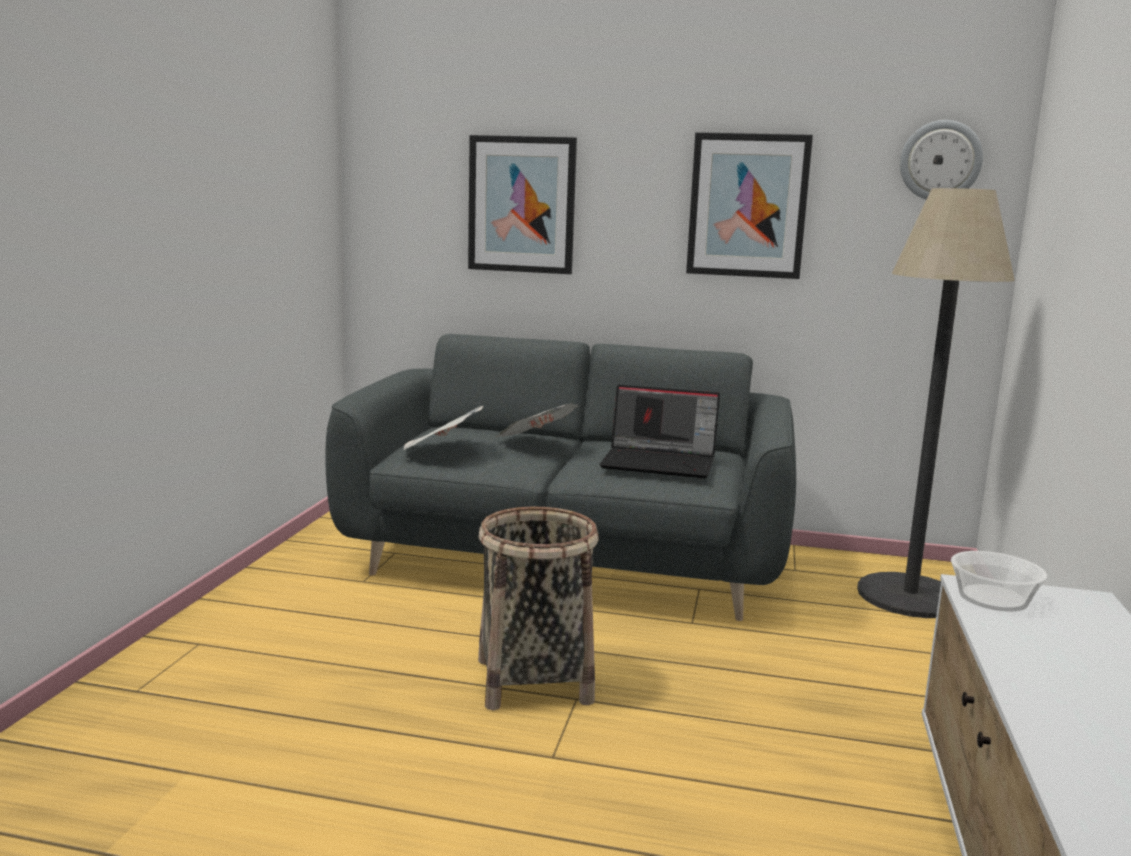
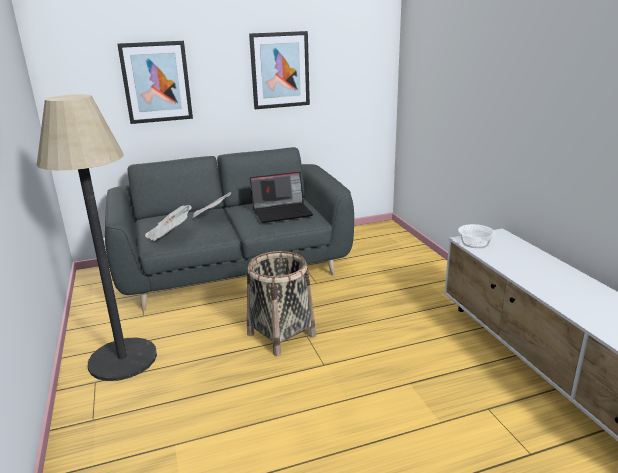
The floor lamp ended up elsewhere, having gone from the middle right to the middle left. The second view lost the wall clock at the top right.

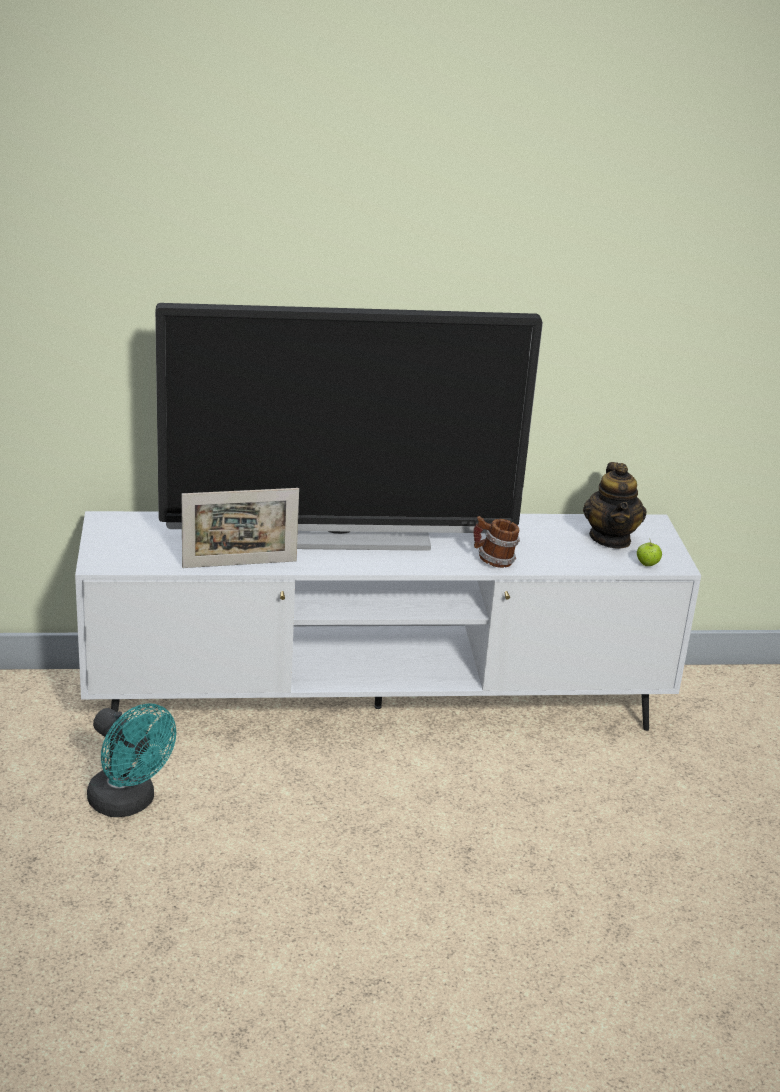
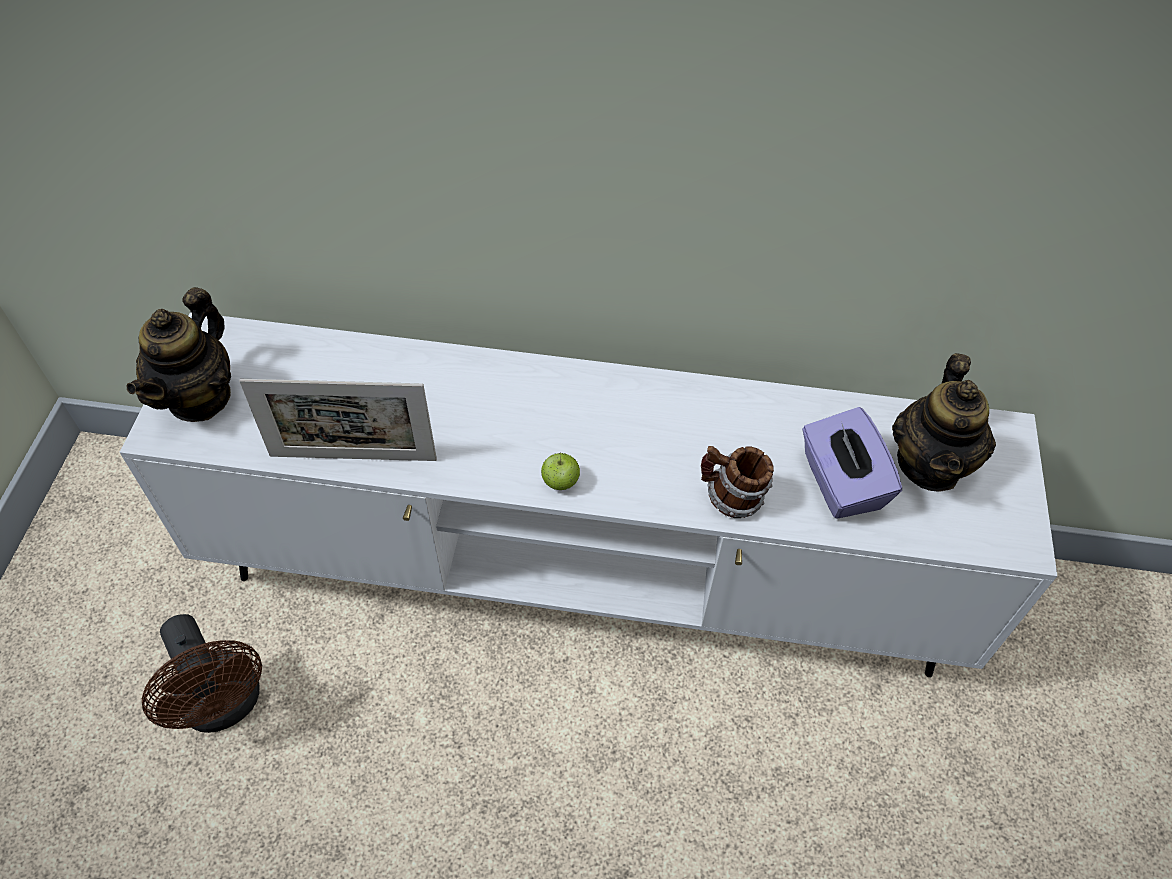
The second view gained the teapot (no. 1 from left) at the middle left. What was the turquoise fan at the bottom left turned into the brown fan at the bottom left. The apple ended up elsewhere, having gone from the middle right to the centre. The second view gained the purple tissue box at the middle right. The second view lost the television at the centre.

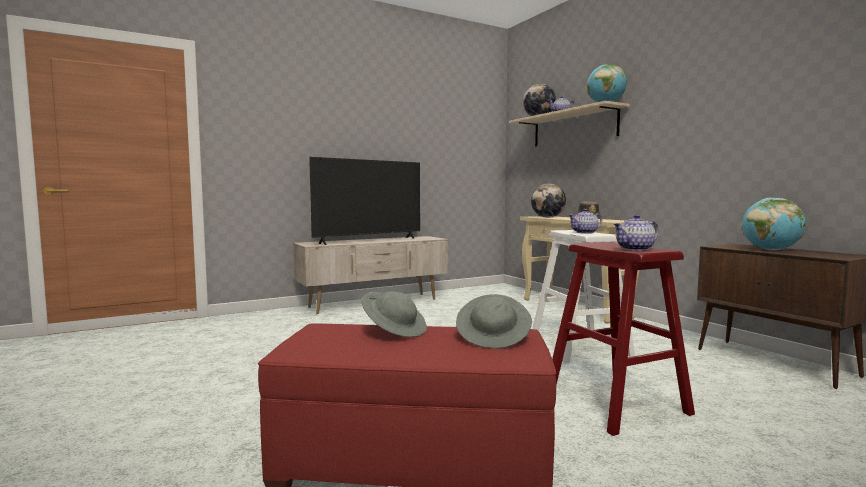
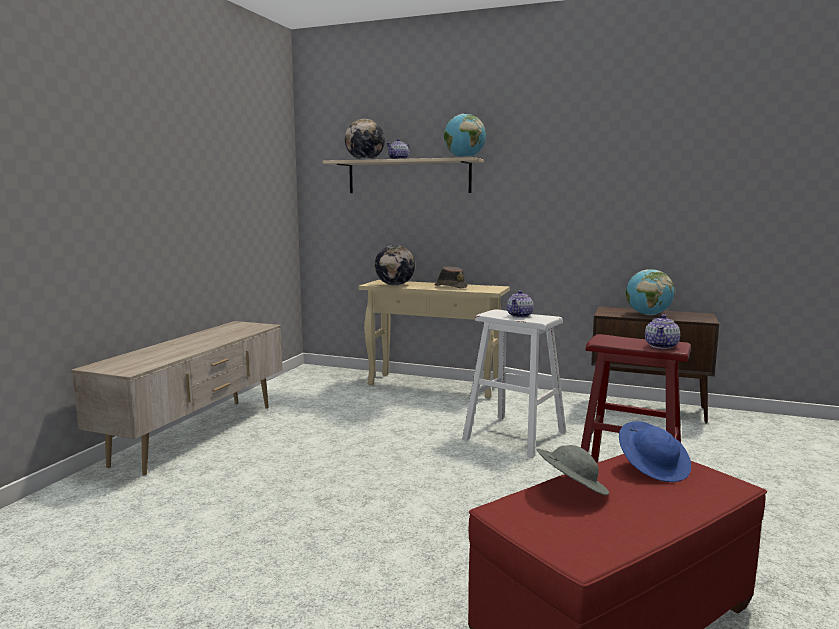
What was the grey hat (no. 2 from left) at the centre turned into the blue hat at the bottom right. The second view lost the television at the centre.

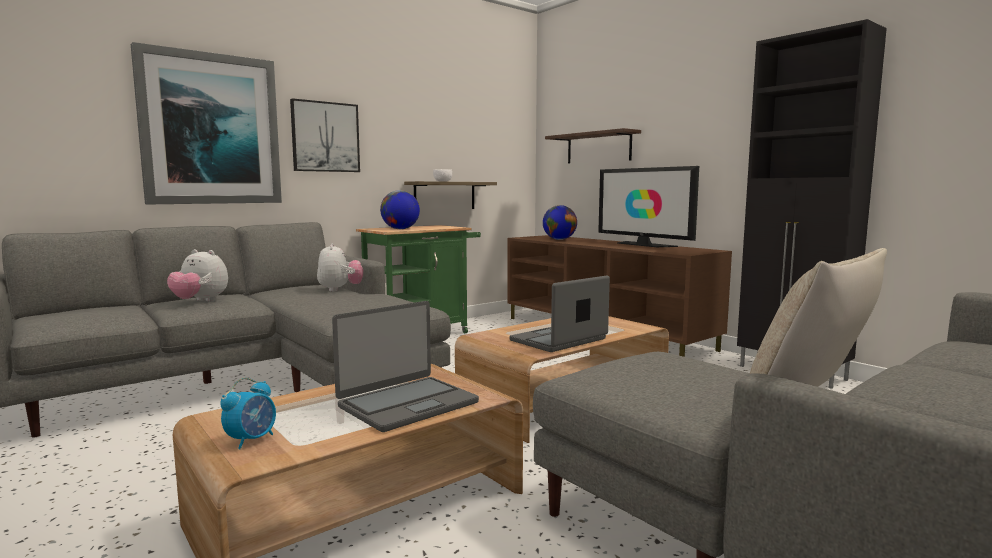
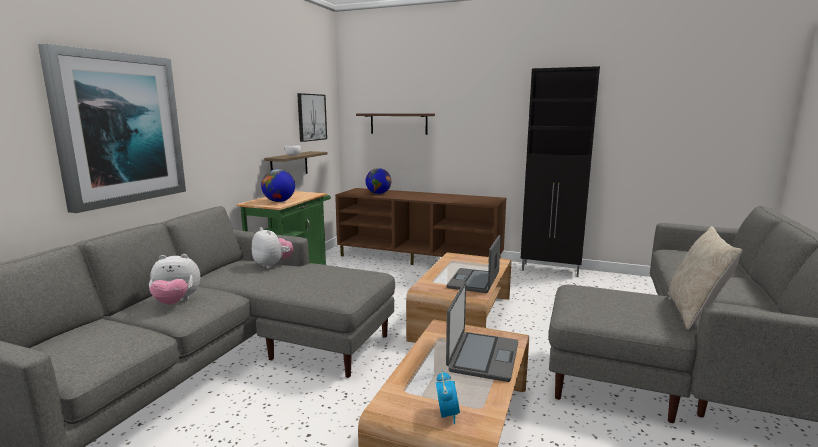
The picture (no. 2 from left) ended up elsewhere, having gone from the top left to the top centre. The second view lost the television at the centre.

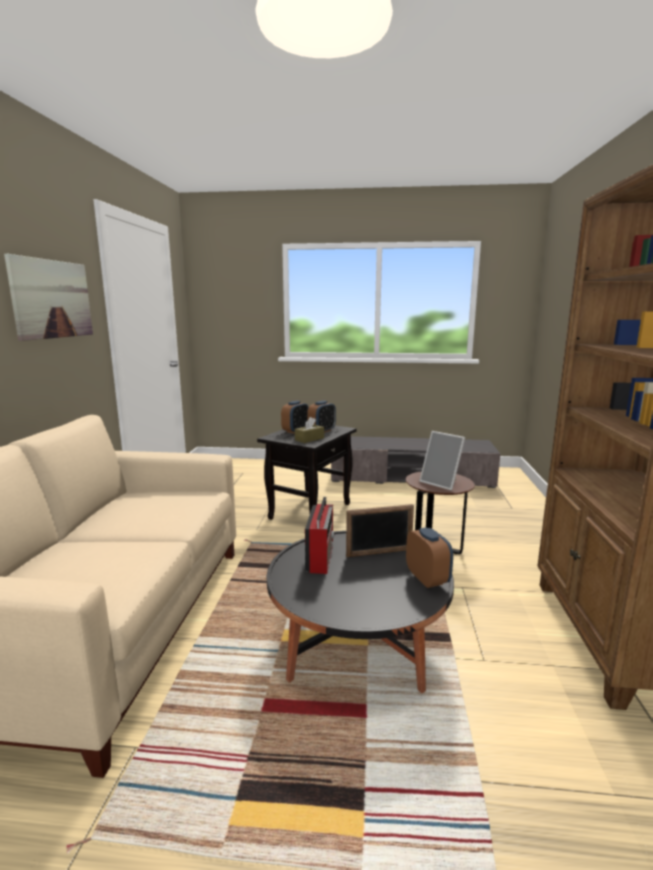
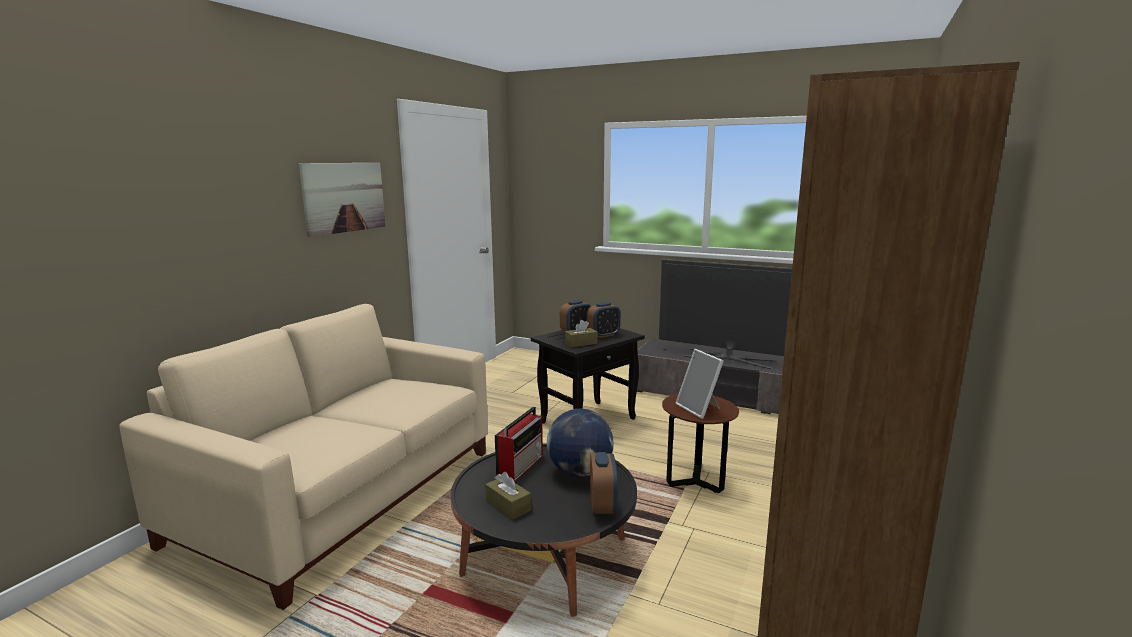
The second view gained the brown tissue box (no. 1 from left) at the bottom centre. Where the picture frame (no. 1 from left) stood at the centre, the globe came to stand at the bottom centre. The second view gained the television at the centre.

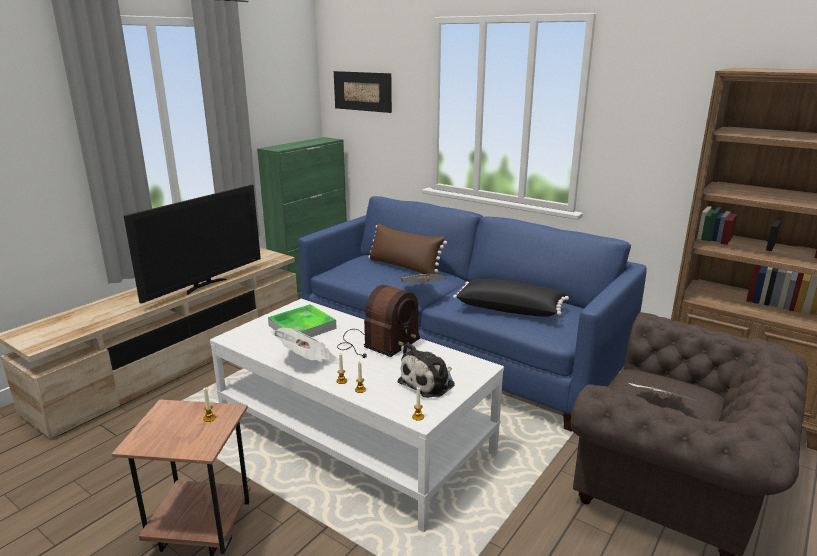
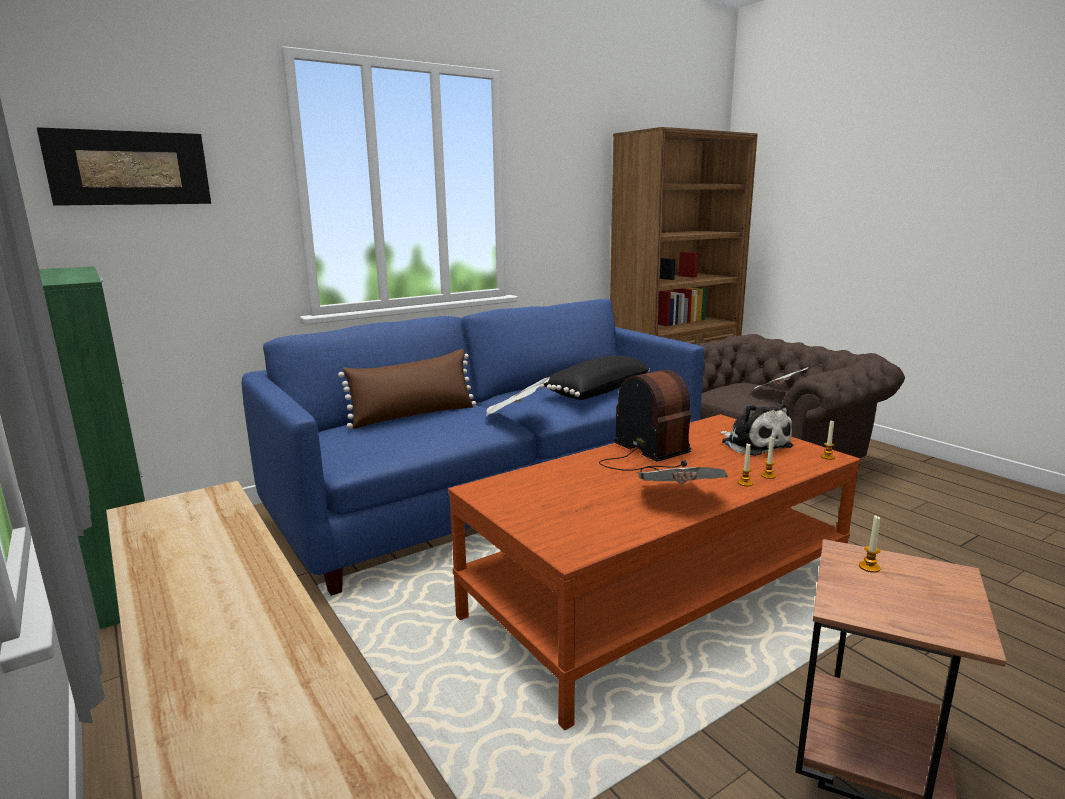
What was the white coffee table at the bottom centre turned into the brown coffee table at the bottom centre. The second view lost the television at the middle left. The second view lost the tray at the centre.

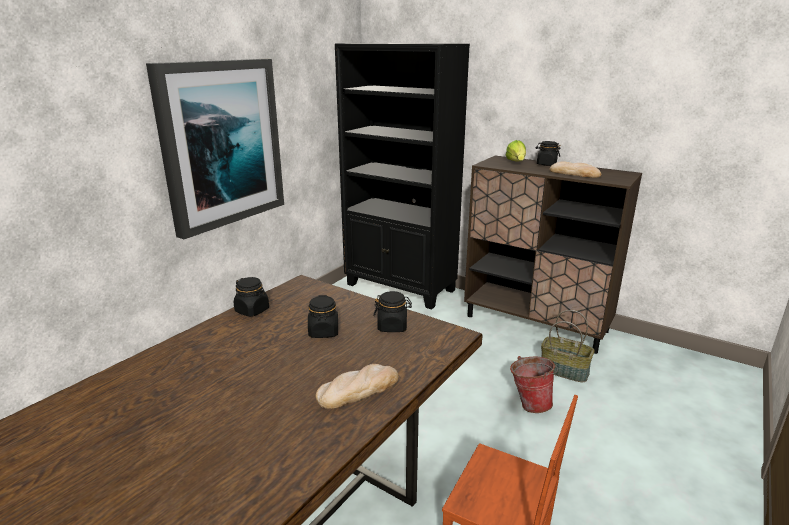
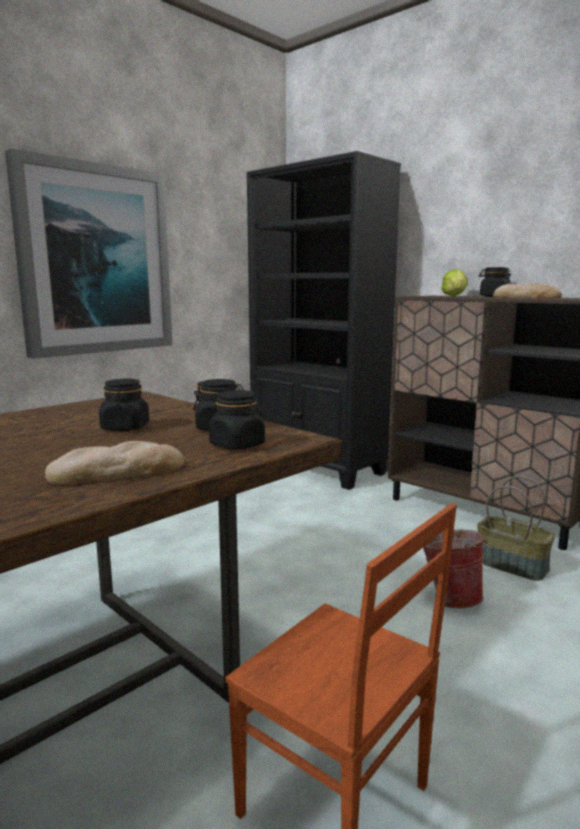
The black jar (no. 1 from left in the first image) ended up elsewhere, having gone from the middle left to the centre.

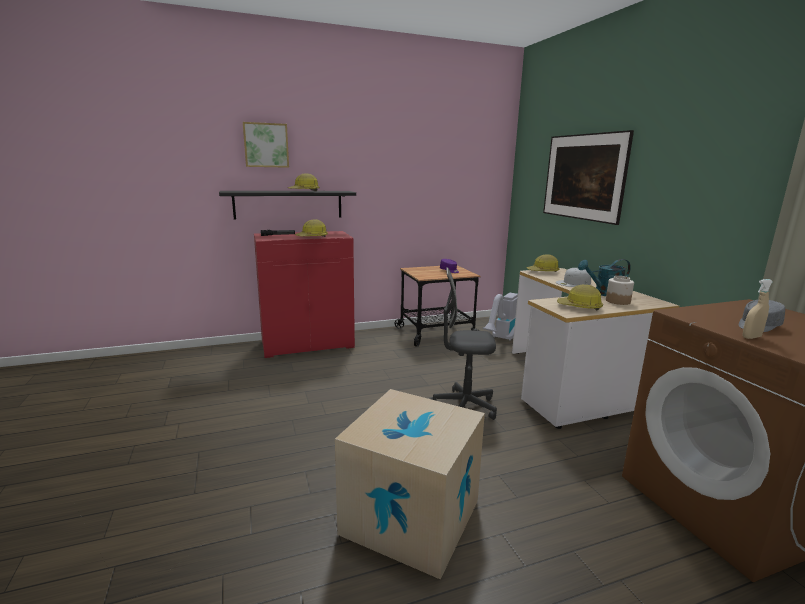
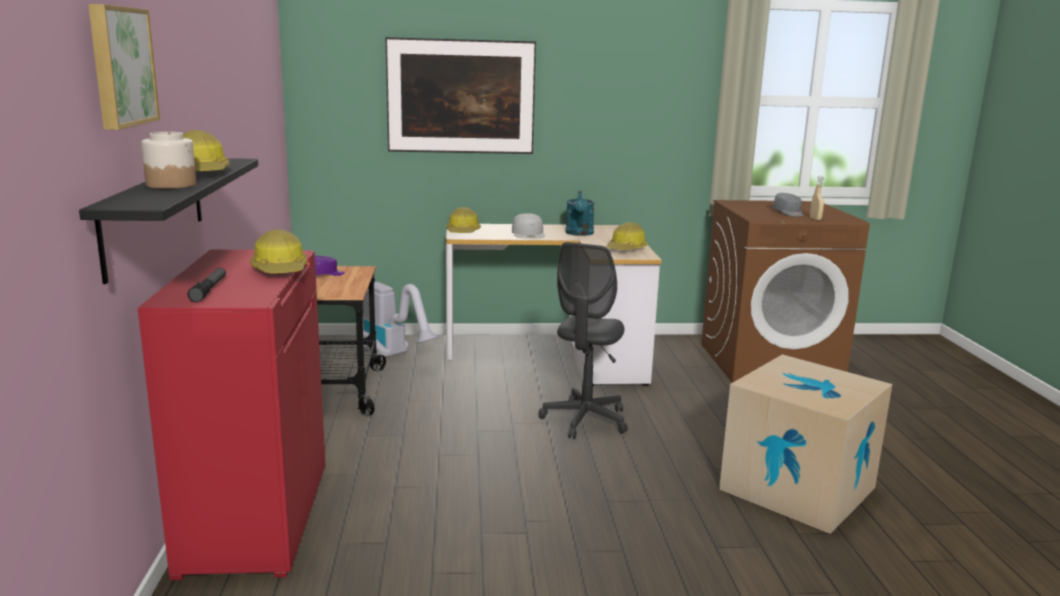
The jar ended up elsewhere, having gone from the middle right to the top left.

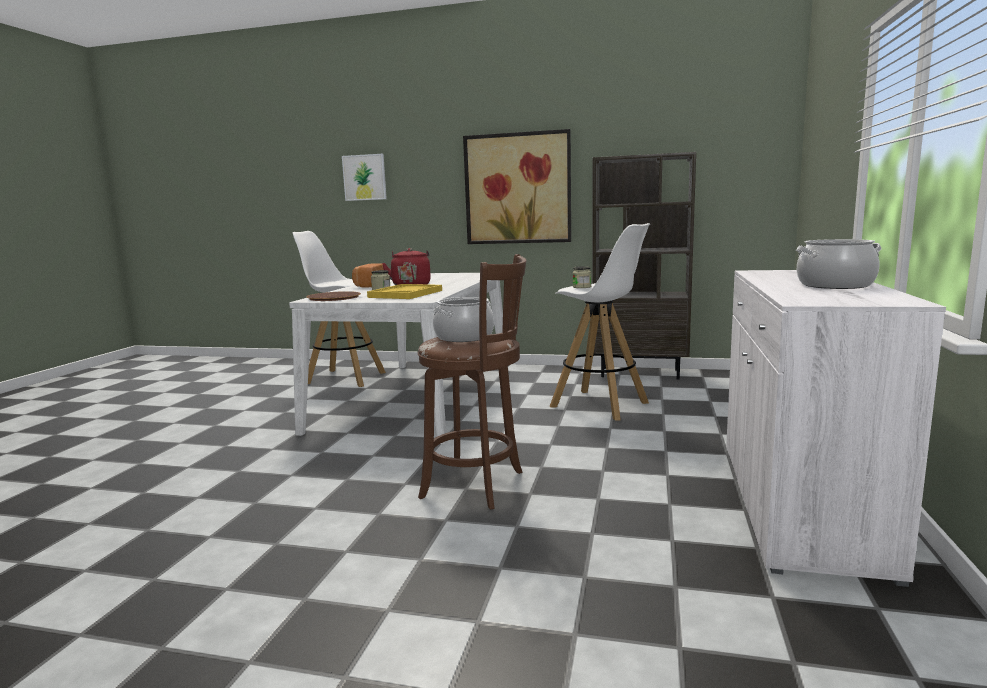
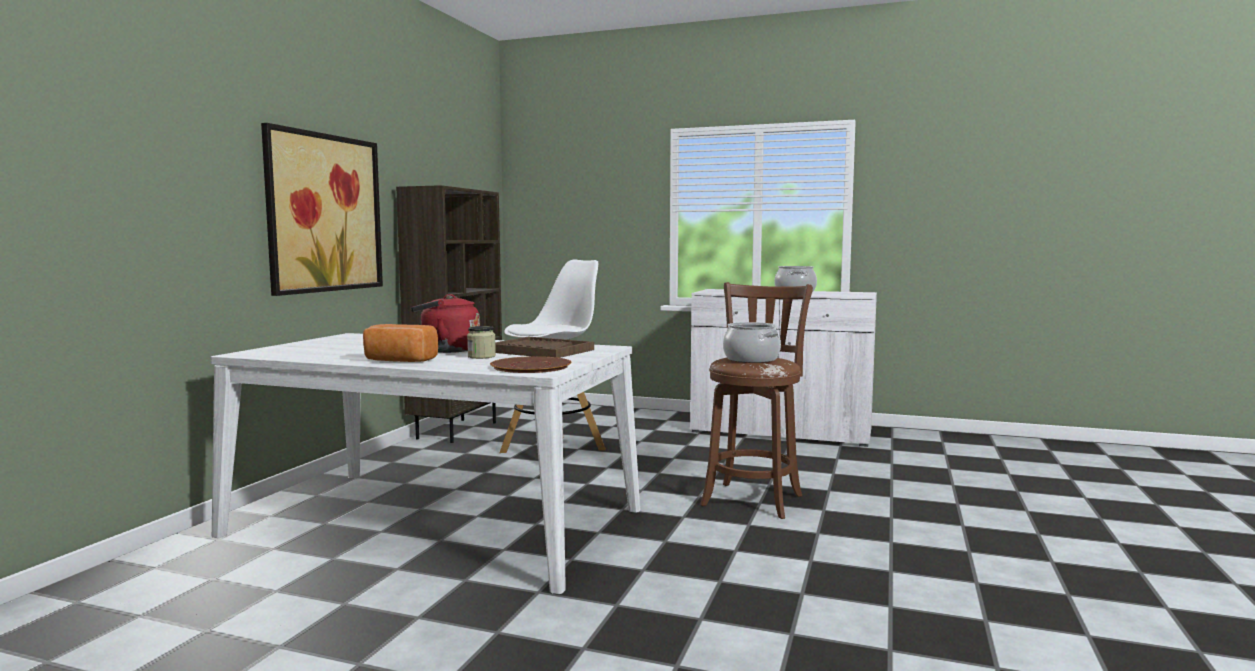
What was the yellow tray at the centre turned into the brown tray at the centre. The second view lost the white stool (no. 1 from left) at the centre. The second view lost the picture (no. 1 from left) at the top centre. The second view lost the jar (no. 2 from left) at the centre.

